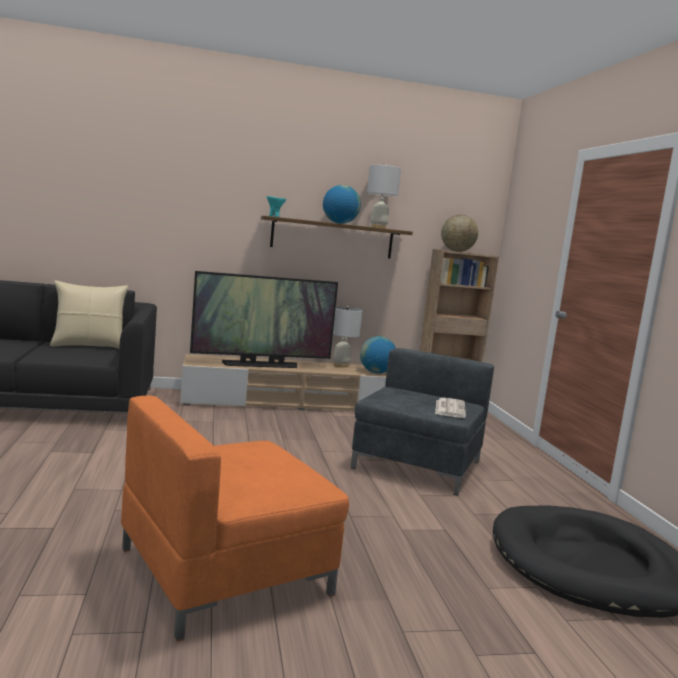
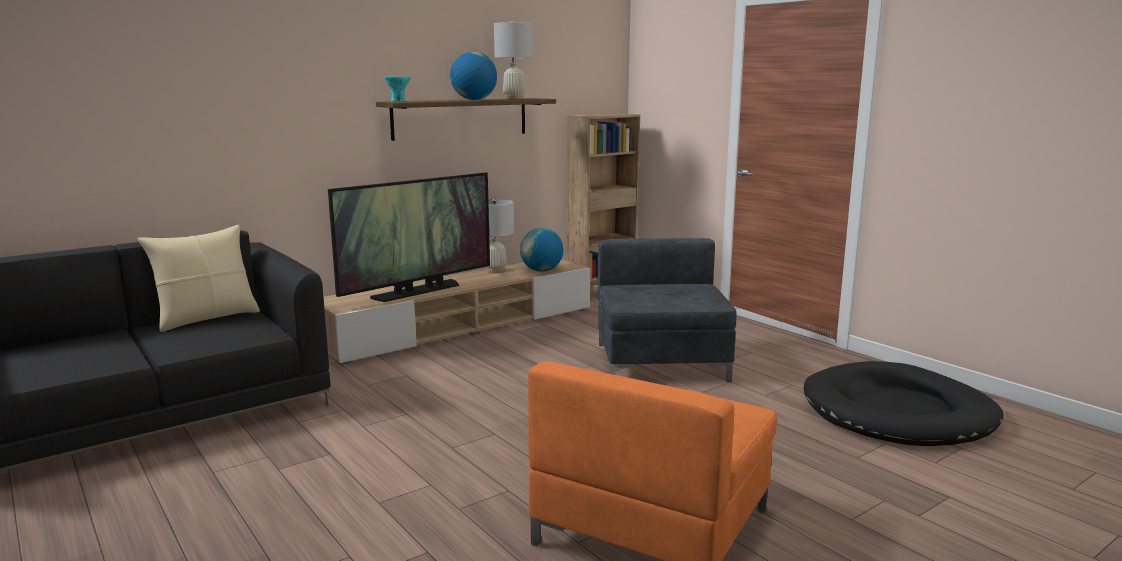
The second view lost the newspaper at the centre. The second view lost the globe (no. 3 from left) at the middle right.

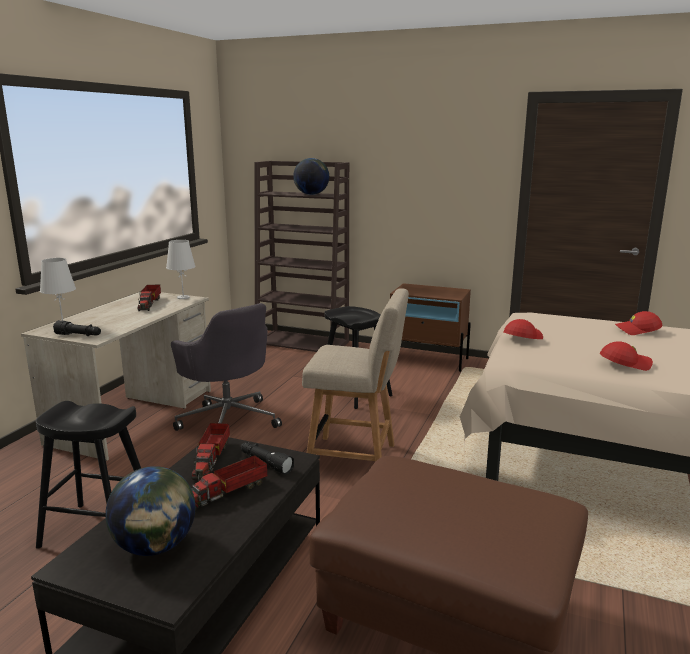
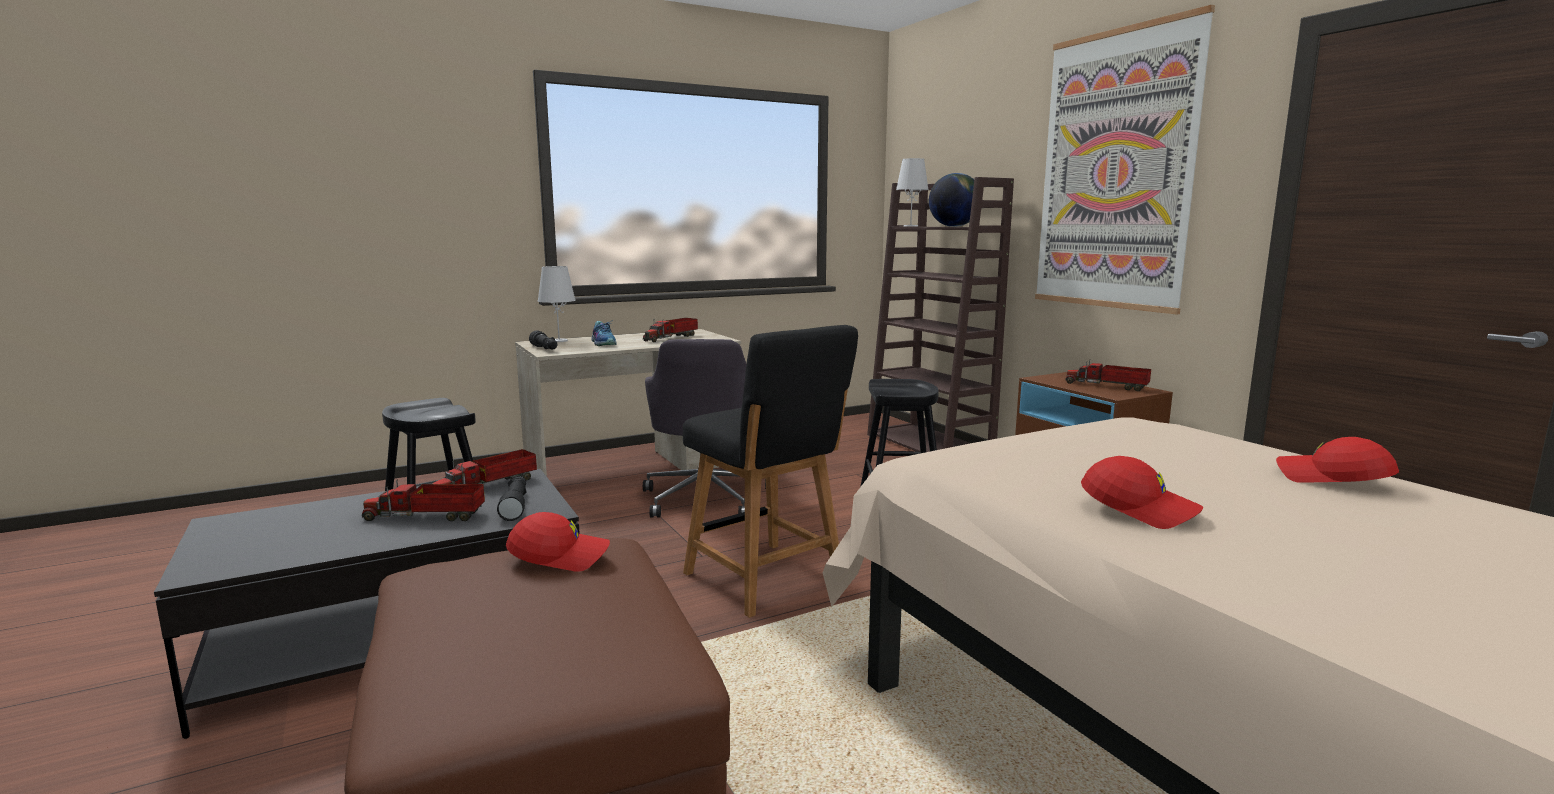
The red cap (no. 1 from left) ended up elsewhere, having gone from the middle right to the bottom centre. The second view gained the shoe at the centre. What was the beige chair at the centre turned into the black chair at the centre. The white table lamp (no. 2 from left) ended up elsewhere, having gone from the middle left to the top centre. The second view gained the picture at the top right. The second view gained the toy truck (no. 4 from left) at the middle right. The second view lost the globe (no. 1 from left) at the bottom left.

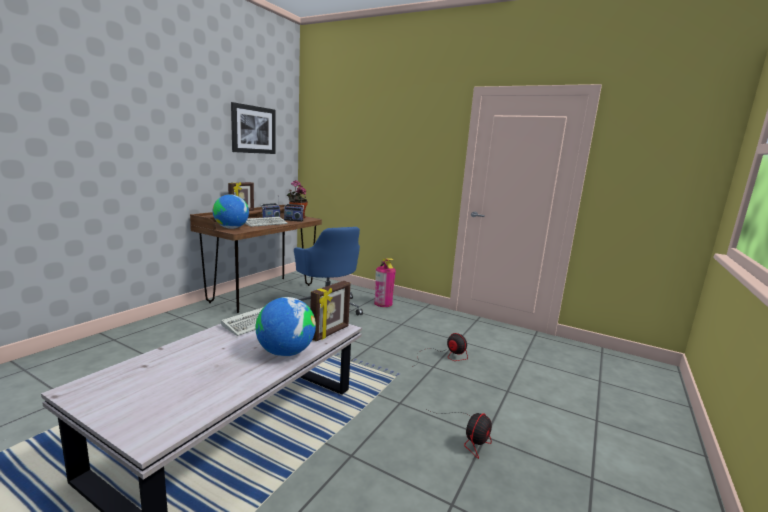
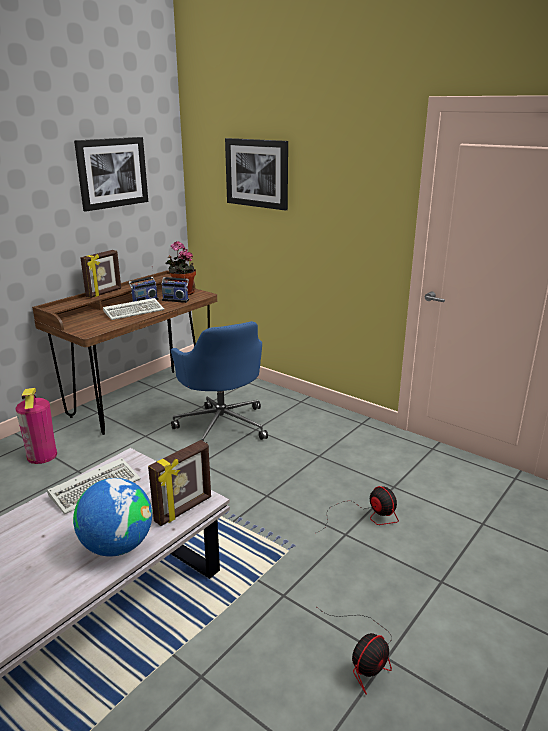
The fire extinguisher ended up elsewhere, having gone from the centre to the middle left. The second view gained the picture (no. 2 from left) at the top centre. The second view lost the globe (no. 1 from left) at the middle left.

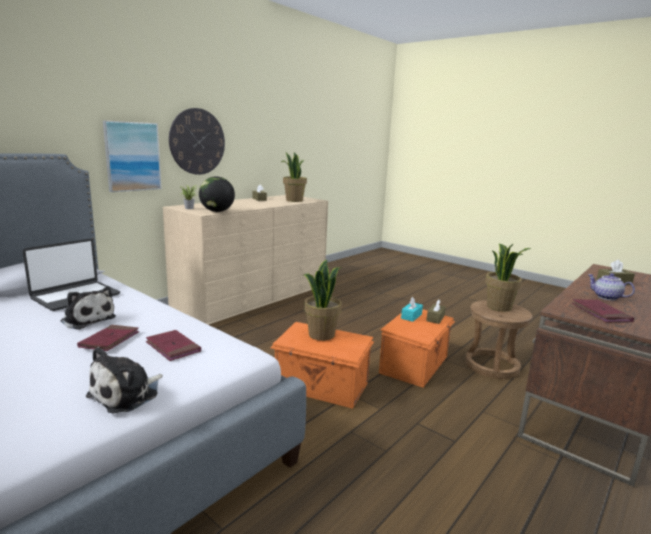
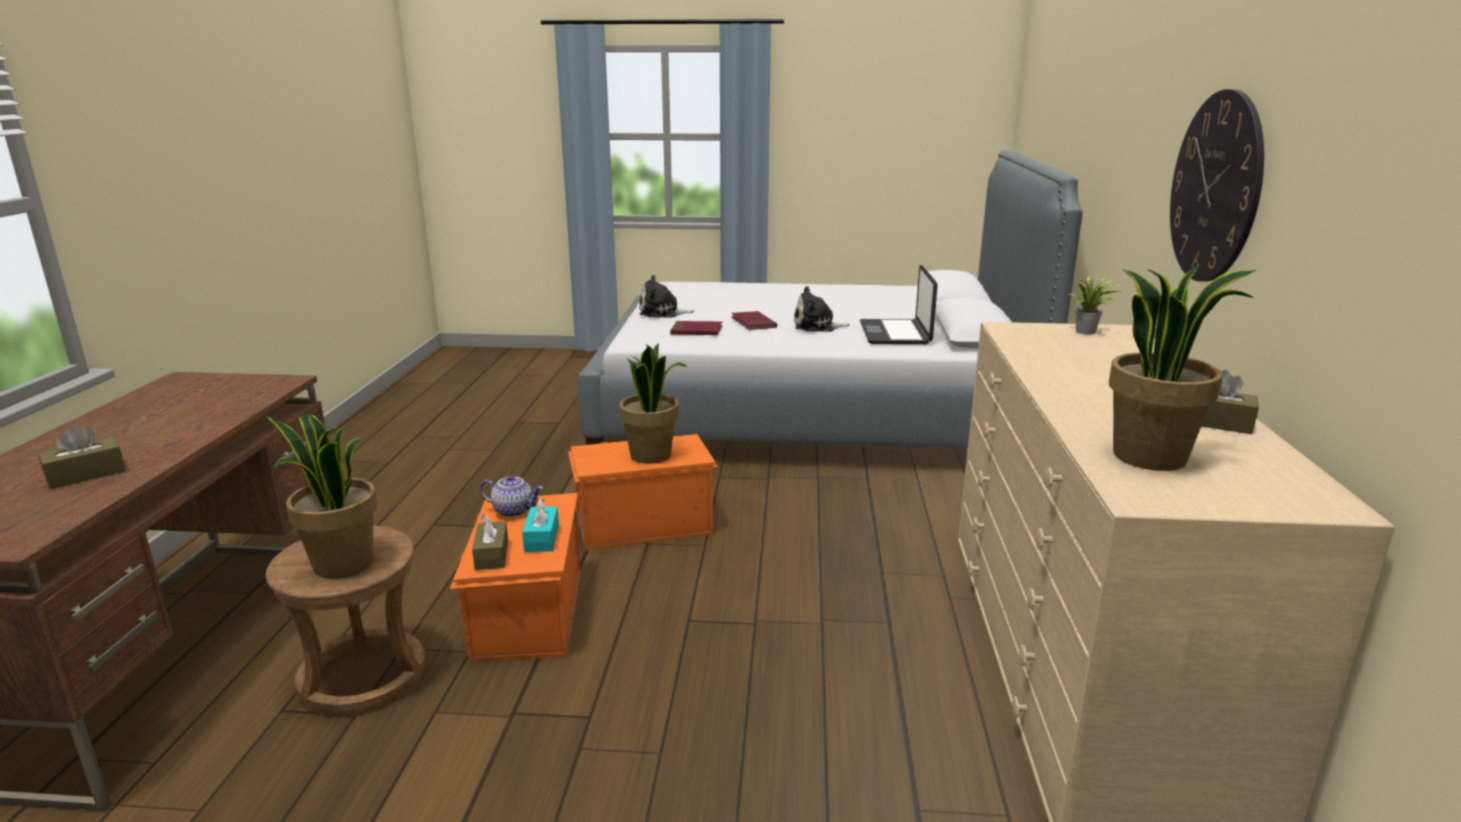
The teapot ended up elsewhere, having gone from the middle right to the centre. The plush toy (no. 2 from left in the first image) at the bottom left ended up facing another way, 90 degrees counterclockwise from before. The second view lost the picture at the top left. The second view lost the globe at the centre. The second view lost the red book (no. 3 from left) at the middle right.

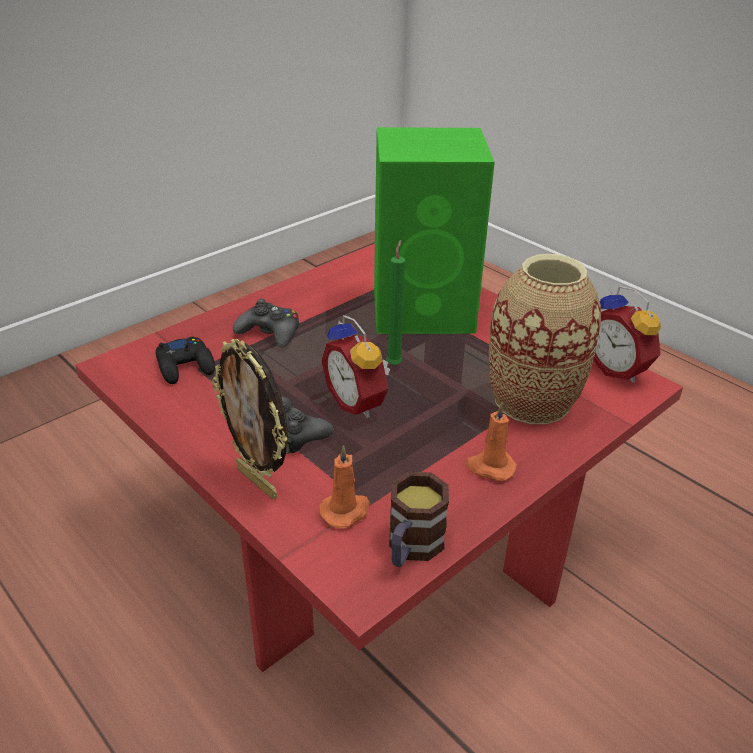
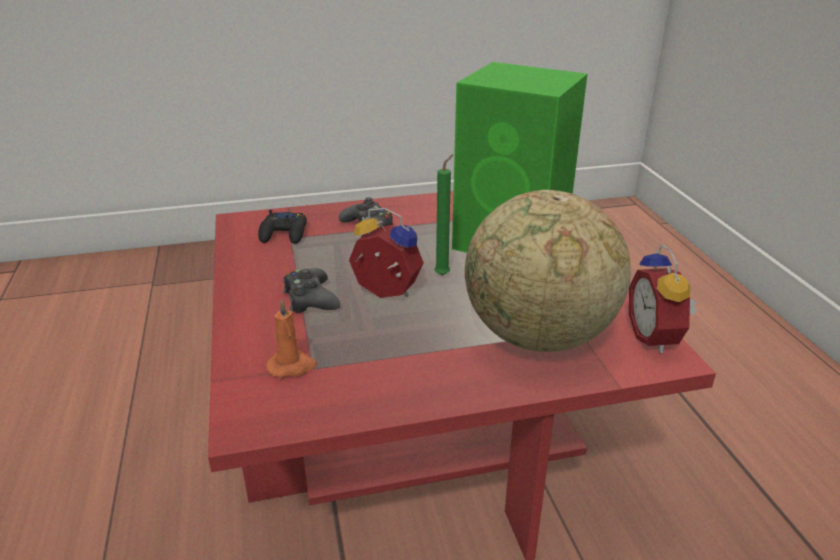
The alarm clock (no. 1 from left) at the centre ended up facing another way, 120 degrees clockwise from before. Where the vase stood at the middle right, the globe came to stand at the centre. The second view lost the picture frame at the middle left. The second view lost the mug at the bottom centre. The second view lost the orange candle (no. 2 from left) at the centre.

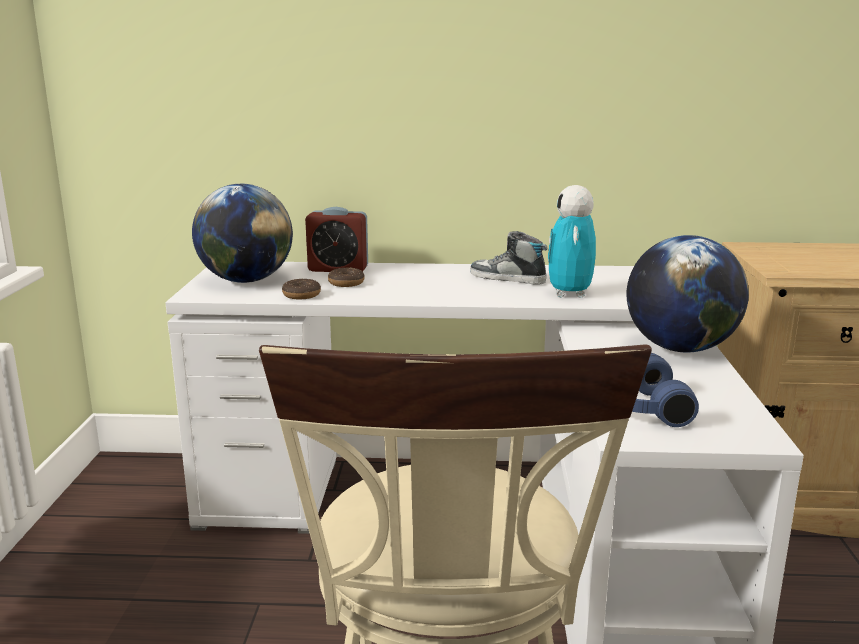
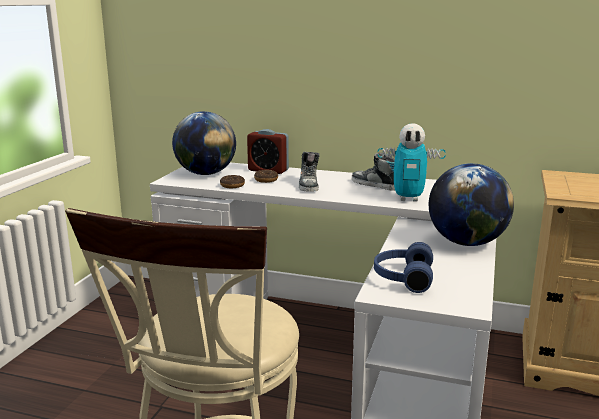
The second view gained the shoe (no. 1 from left) at the centre. The toy robot at the centre ended up facing another way, 105 degrees counterclockwise from before.

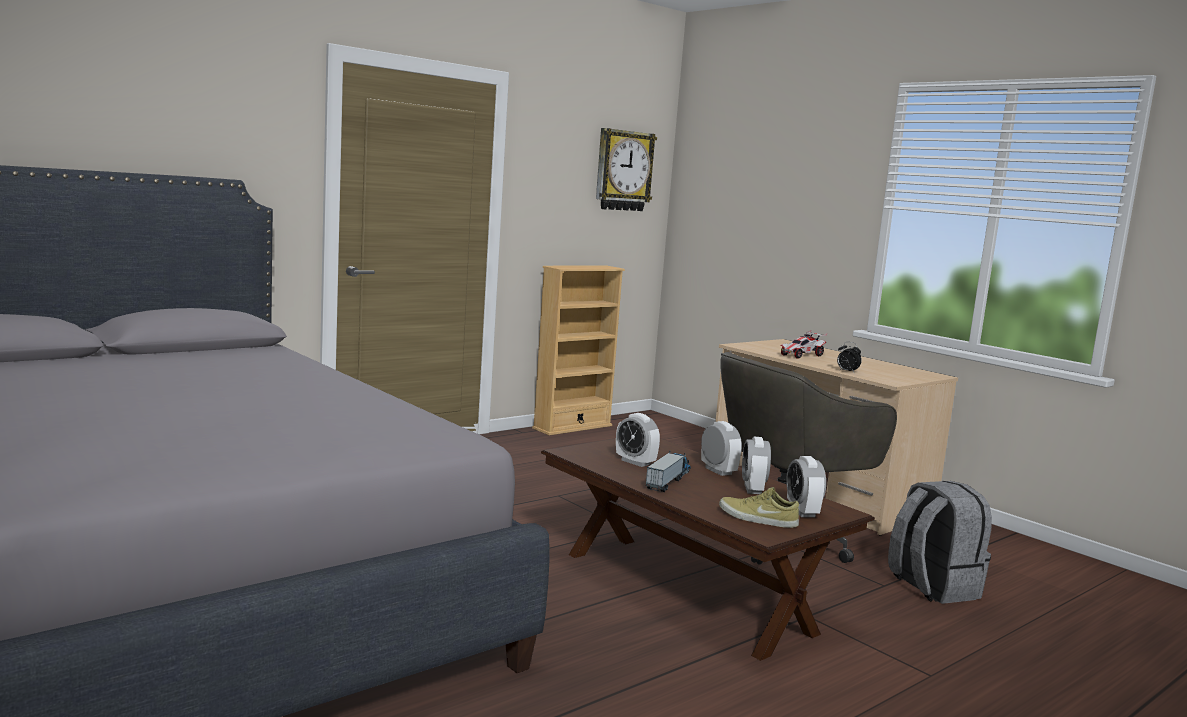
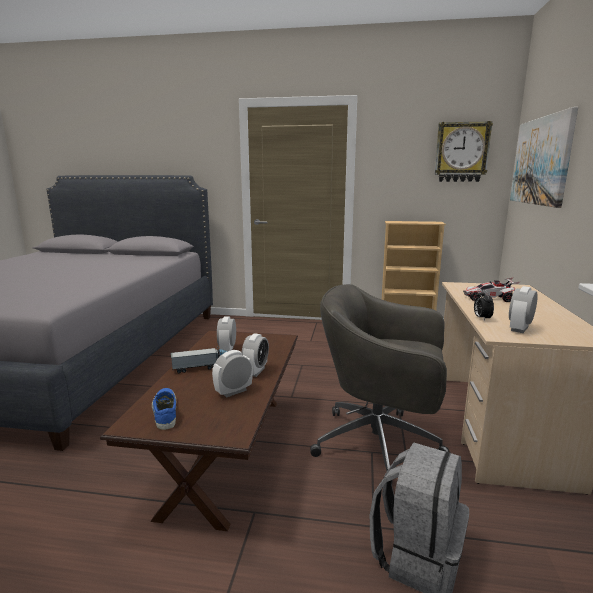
What was the beige shoe at the bottom centre turned into the blue shoe at the bottom left. The alarm clock (no. 4 from left in the first image) ended up elsewhere, having gone from the bottom right to the middle right. The second view gained the picture at the top right.

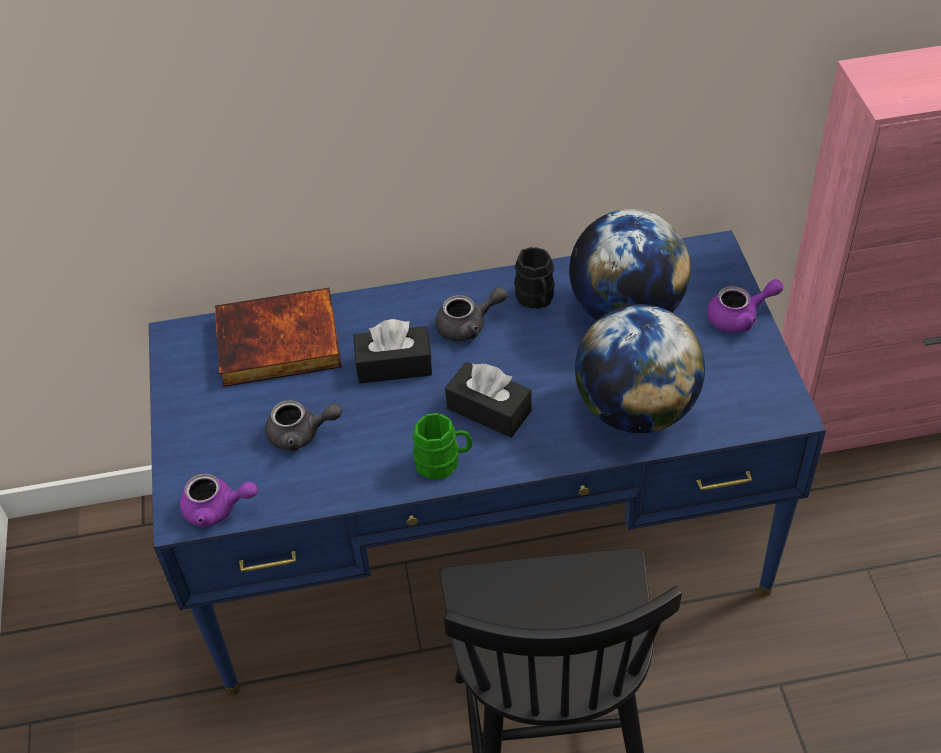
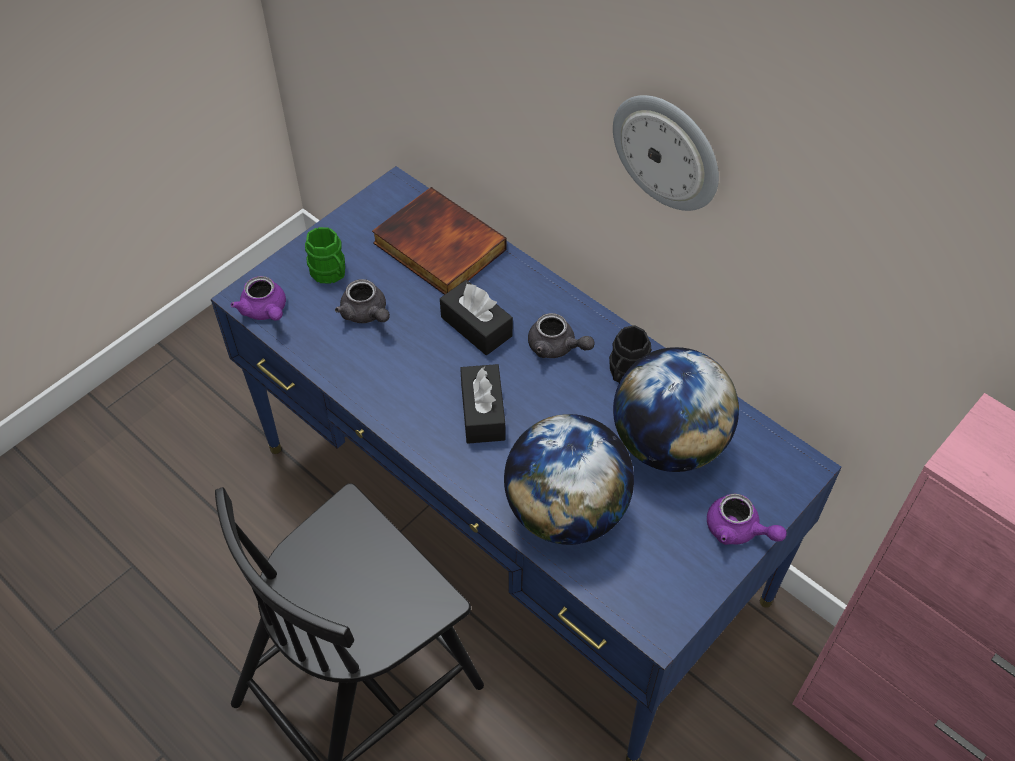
The green mug ended up elsewhere, having gone from the centre to the middle left. The second view gained the wall clock at the top centre.

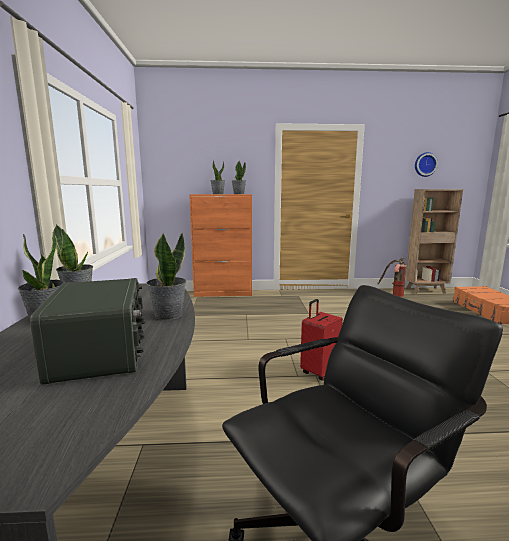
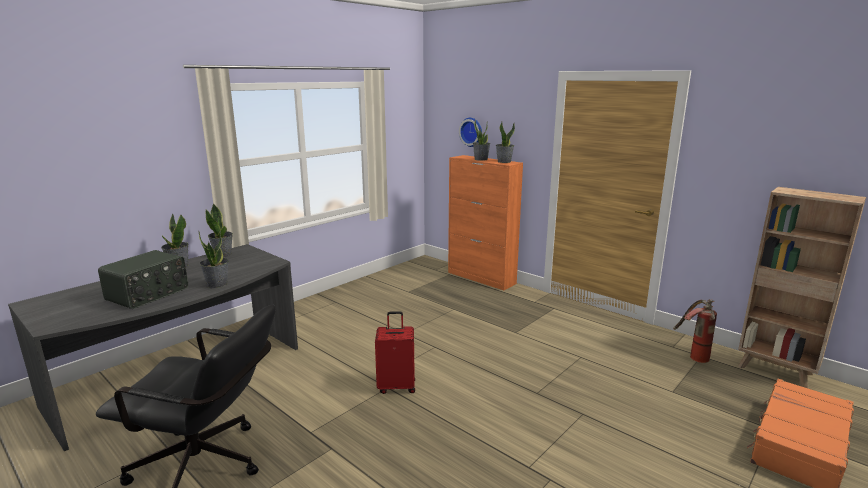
The wall clock ended up elsewhere, having gone from the top right to the top centre.

